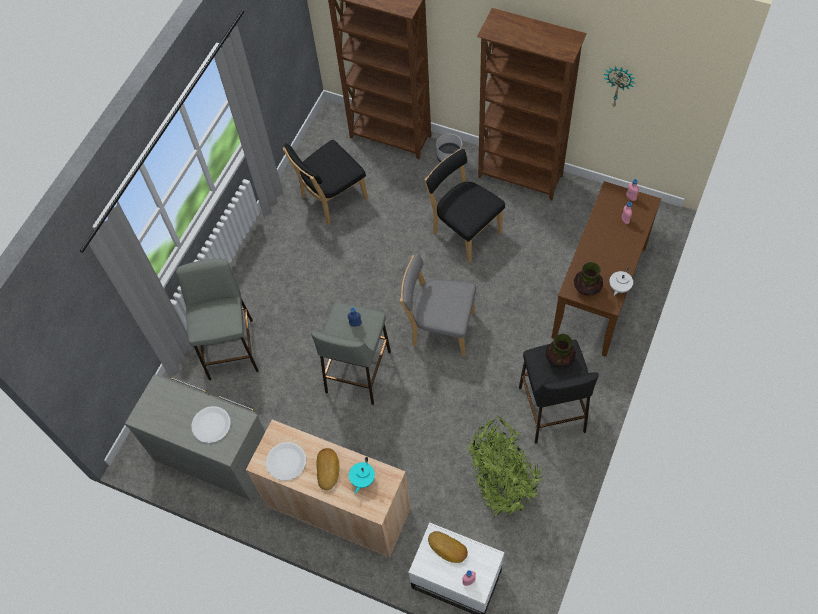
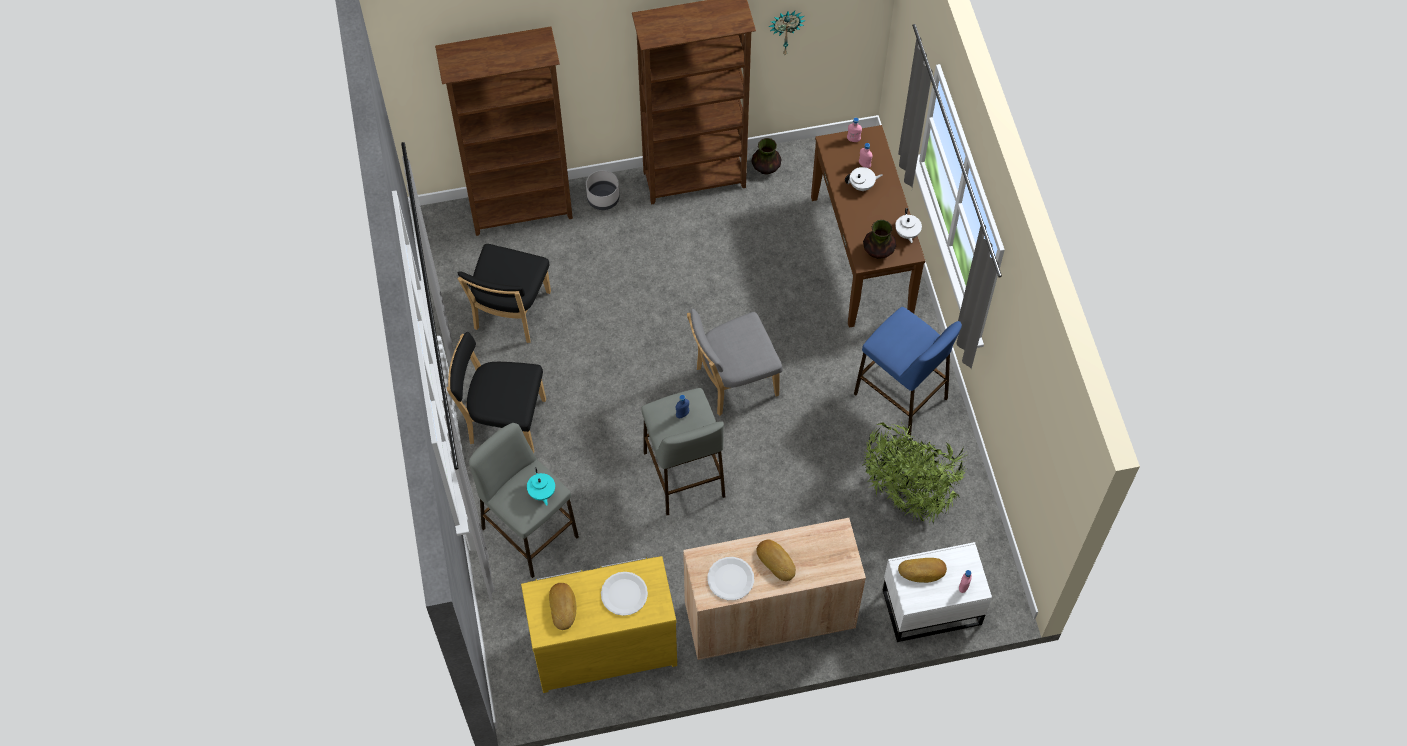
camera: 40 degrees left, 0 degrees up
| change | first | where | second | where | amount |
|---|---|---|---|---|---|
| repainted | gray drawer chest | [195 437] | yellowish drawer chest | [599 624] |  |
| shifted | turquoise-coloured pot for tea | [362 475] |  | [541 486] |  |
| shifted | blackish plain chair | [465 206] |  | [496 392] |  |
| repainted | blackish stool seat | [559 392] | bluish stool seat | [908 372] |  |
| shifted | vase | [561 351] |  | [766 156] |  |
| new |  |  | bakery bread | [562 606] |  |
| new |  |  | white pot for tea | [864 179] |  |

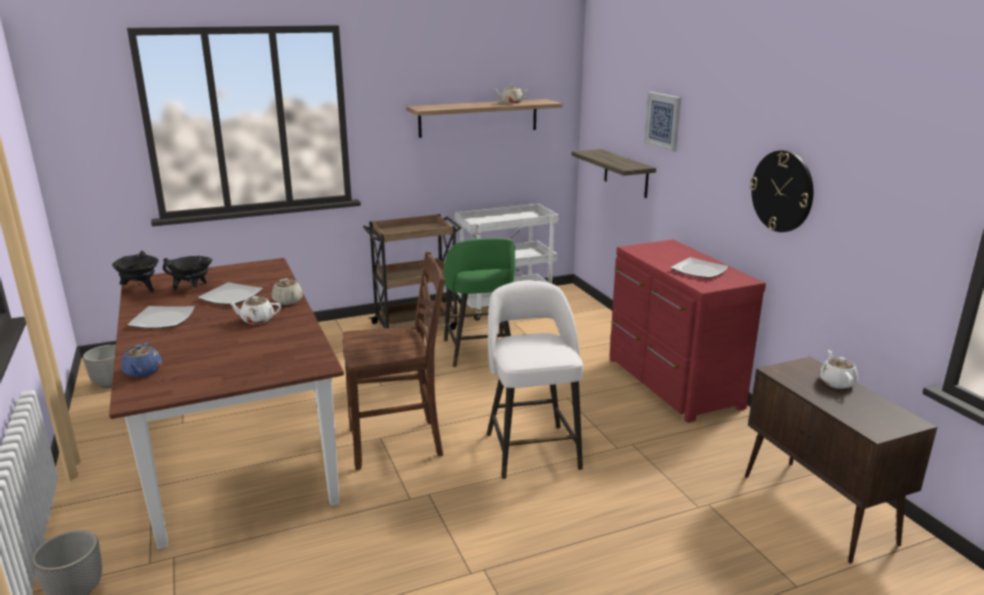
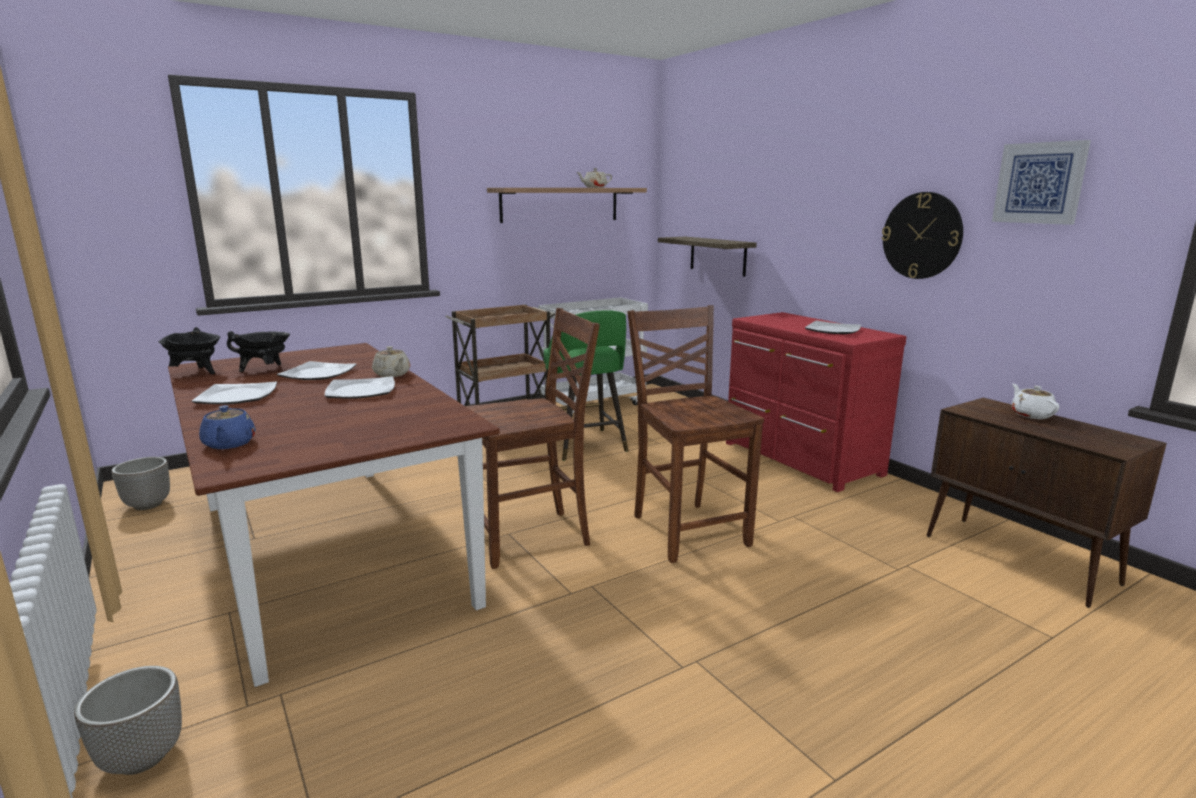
camera: 10 degrees left, 5 degrees down
| change | first | where | second | where | amount |
|---|---|---|---|---|---|
| swapped | white pot for tea | [254 310] | dinner plate | [360 387] |  |
| swapped | white stool seat | [535 379] | brownish plain chair | [695 434] |  |
| shifted | wall art | [662 122] |  | [1041 182] |  |

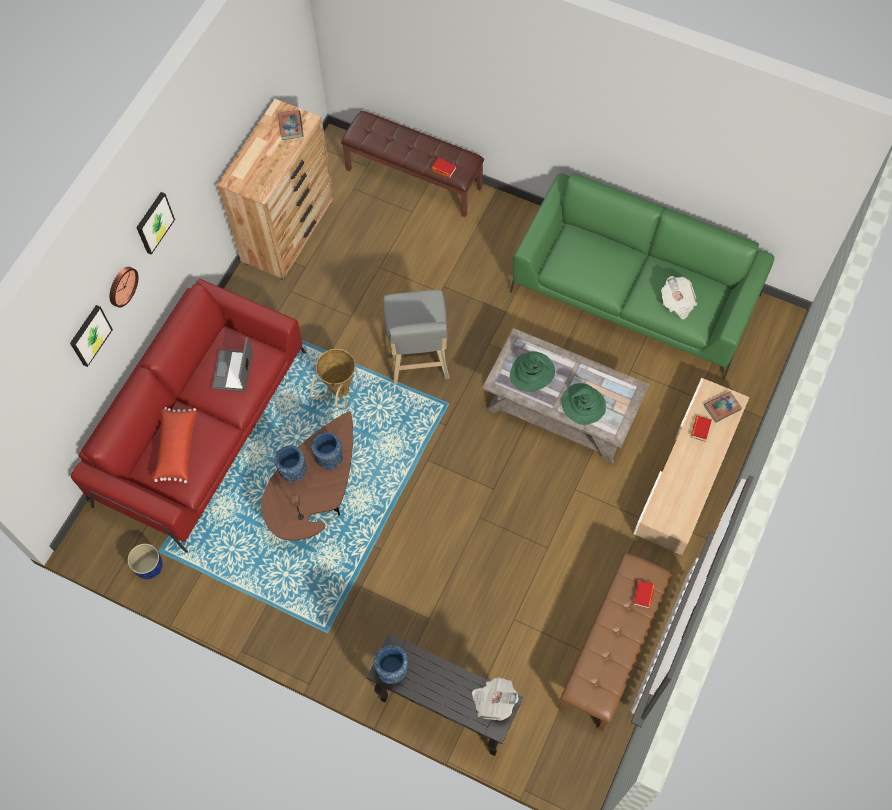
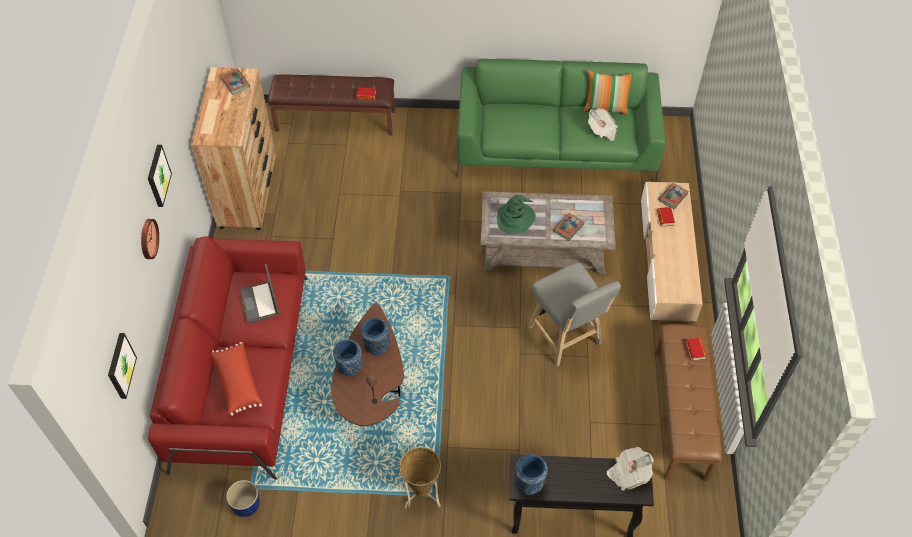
camera: 25 degrees left, 10 degrees down
| change | first | where | second | where | amount |
|---|---|---|---|---|---|
| shifted | wall art | [91 336] |  | [122 366] |  |
| shifted | household basket | [332 379] |  | [420 478] |  |
| shifted | gray stool seat | [416 337] |  | [574 314] |  |
| swapped | green wearable hat | [584 404] | volume | [569 227] |  |
| new |  |  | cushion | [609 93] |  |

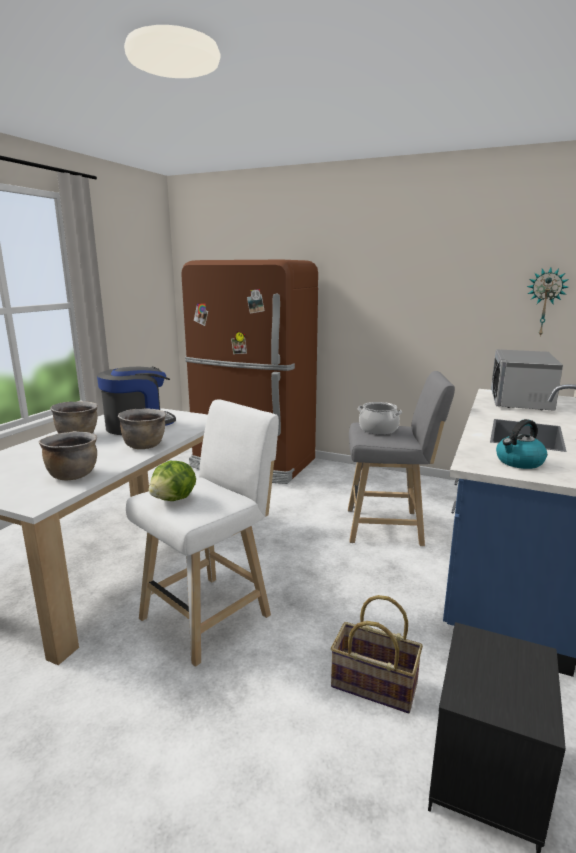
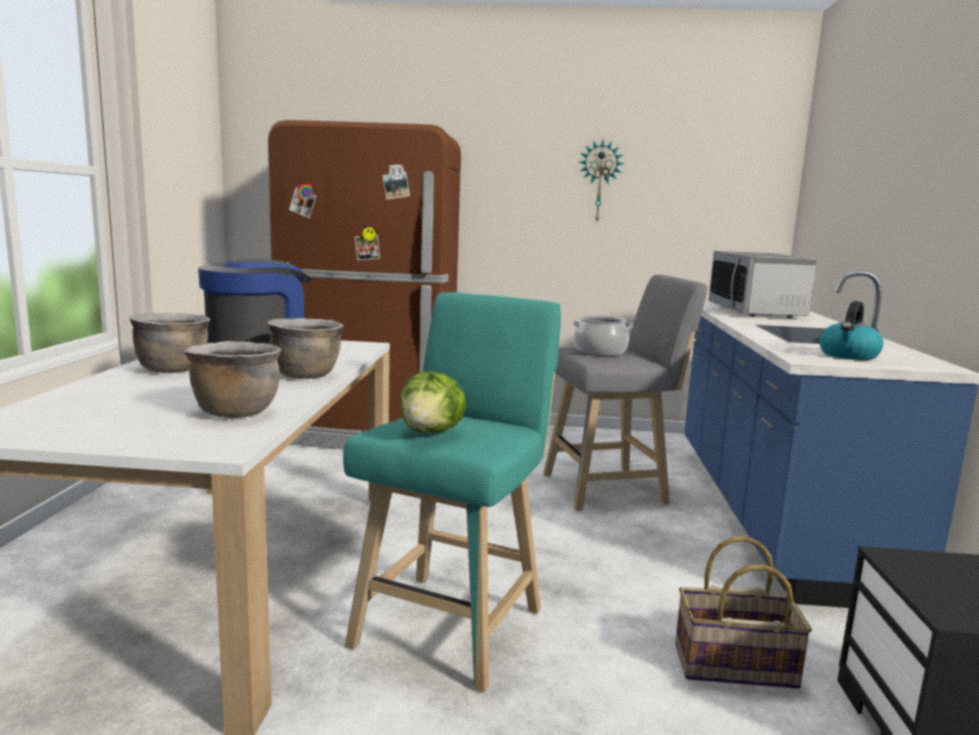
camera: 20 degrees left, 5 degrees down
| change | first | where | second | where | amount |
|---|---|---|---|---|---|
| repainted | white stool seat | [202 533] | turquoise-coloured stool seat | [452 492] |  |
| shifted | clock on the wall | [548 301] |  | [601 180] |  |

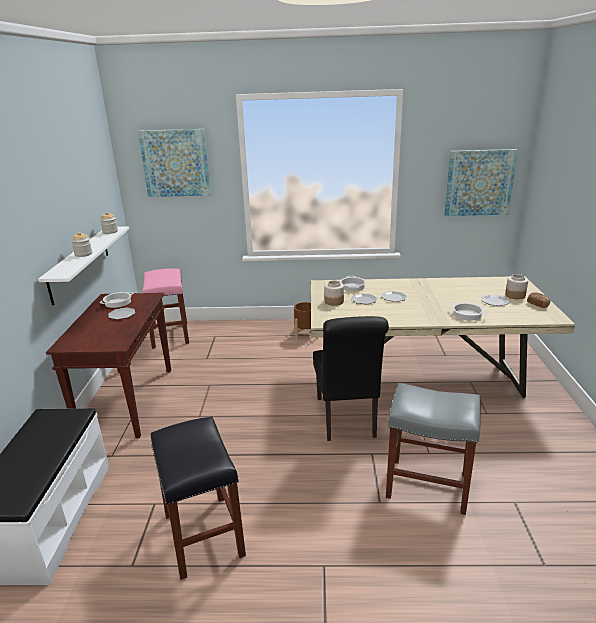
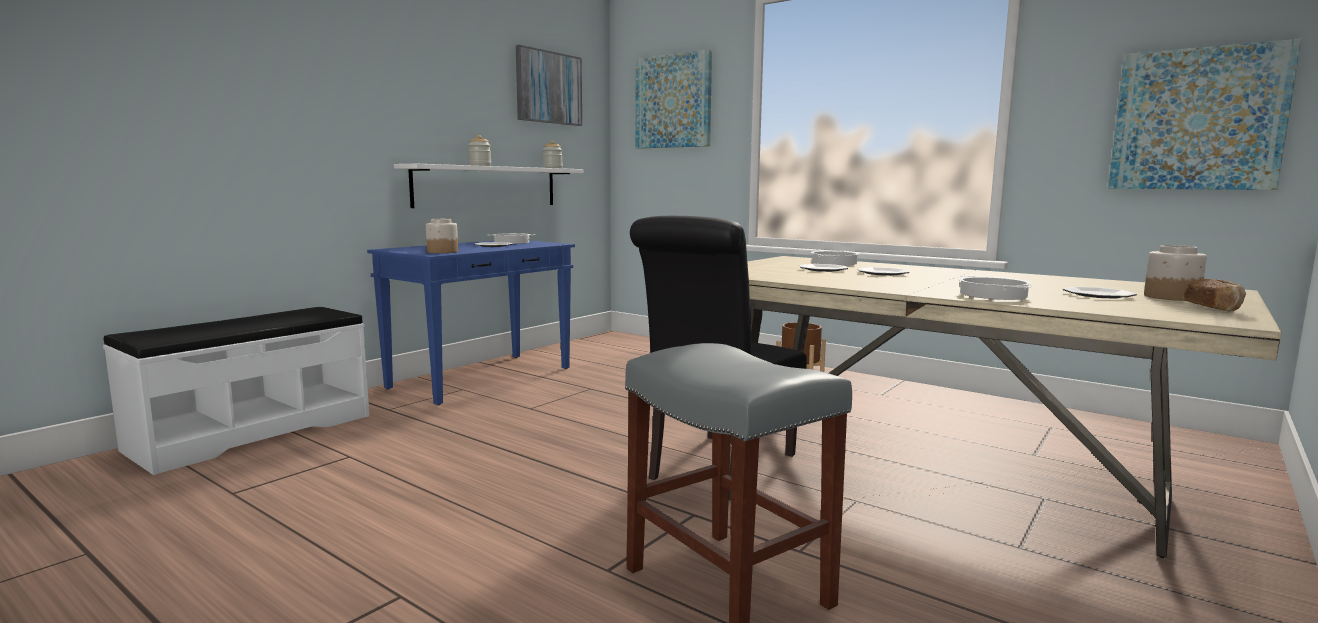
camera: 35 degrees right, 15 degrees down
| change | first | where | second | where | amount |
|---|---|---|---|---|---|
| repainted | brownish hall table | [108 365] | bluish hall table | [471 323] |  |
| gone | pinkish stool seat | [165 308] |  |  |  |
| gone | blackish stool seat | [198 498] |  |  |  |
| shifted | jar | [334 293] |  | [442 236] |  |
| new |  |  | wall art | [549 85] |  |

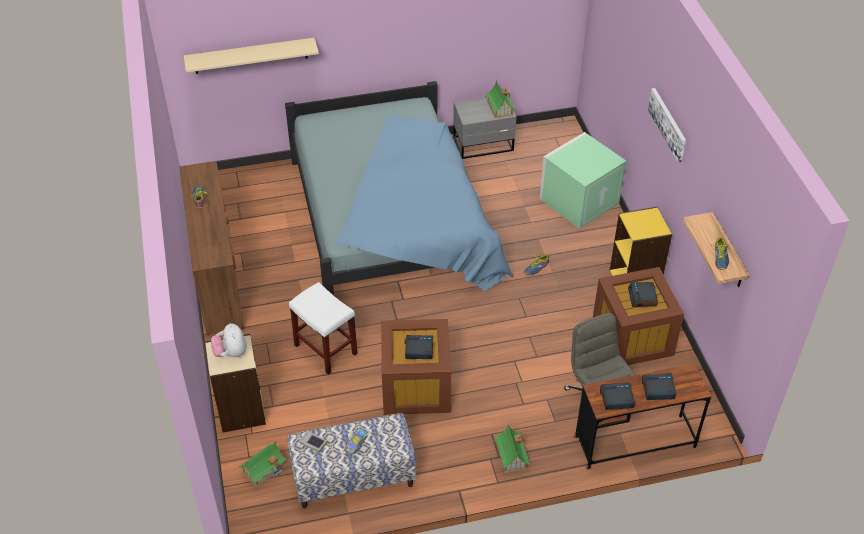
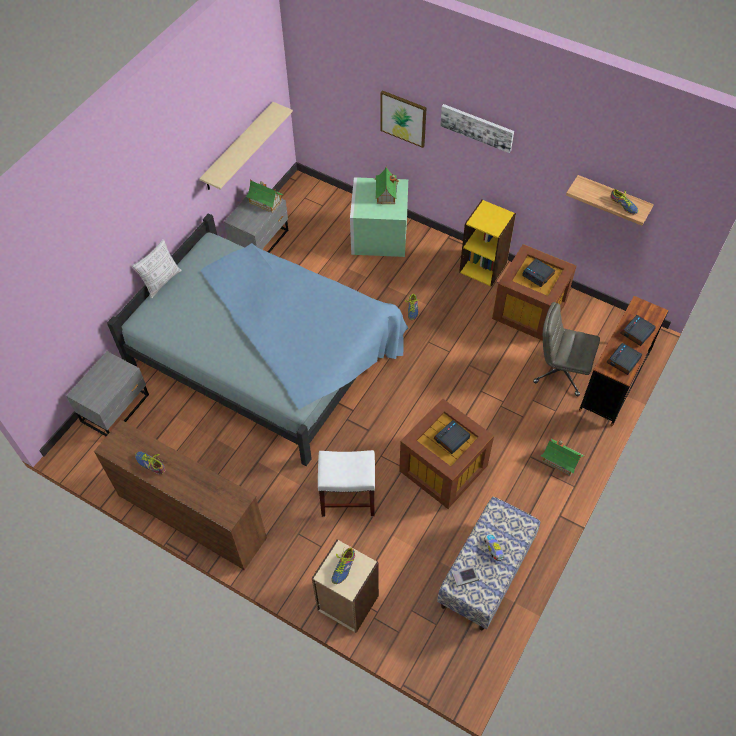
camera: 45 degrees left, 10 degrees up
| change | first | where | second | where | amount |
|---|---|---|---|---|---|
| shifted | beige shelf | [251 56] |  | [246 146] |  |
| swapped | cuddly toy | [229 340] | low shoe | [343 566] |  |
| shifted | model house | [263 464] |  | [386 185] |  |
| new |  |  | gray nightstand | [107 393] |  |
| new |  |  | cushion | [157 268] |  |
| new |  |  | wall art | [404 119] |  |

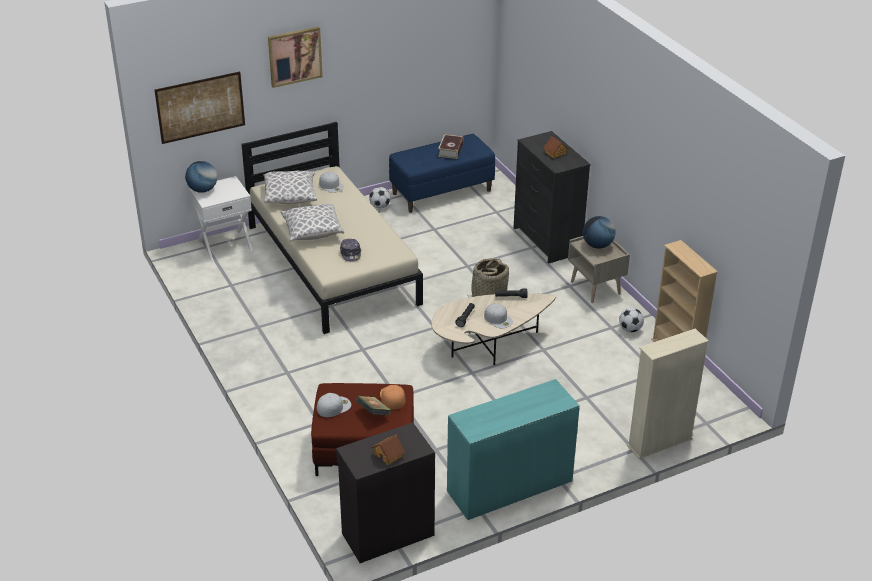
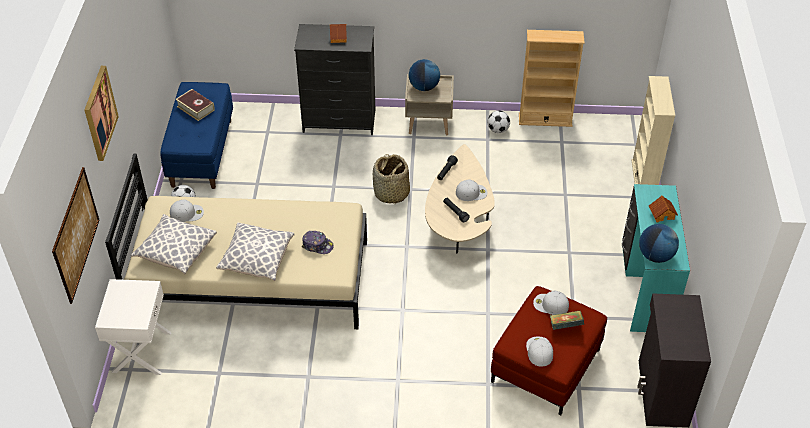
camera: 60 degrees left, 10 degrees up
| change | first | where | second | where | amount |
|---|---|---|---|---|---|
| shifted | globe | [201 177] |  | [659 243] |  |
| shifted | model house | [388 450] |  | [663 208] |  |
| repainted | orangey cap | [392 397] | white cap | [551 303] |  |

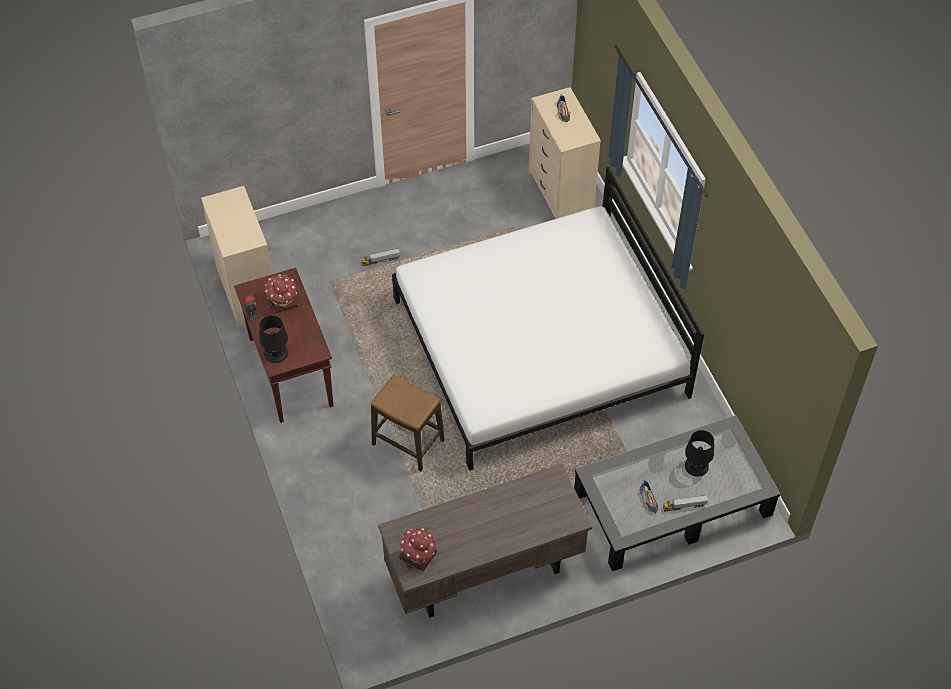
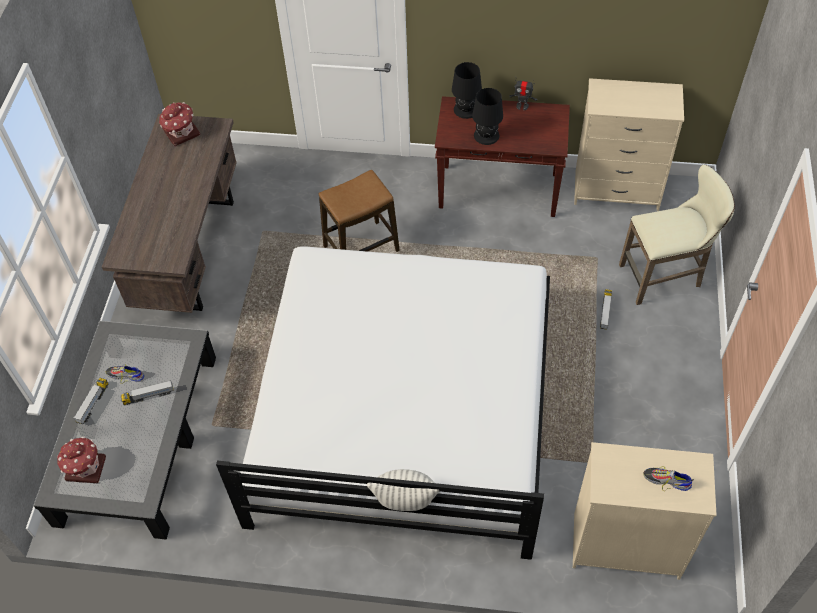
camera: 120 degrees right, 0 degrees up
| change | first | where | second | where | amount |
|---|---|---|---|---|---|
| shifted | model house | [282 294] |  | [81 459] |  |
| shifted | blackish table lamp | [699 453] |  | [487 116] |  |
| new |  |  | model truck | [147 392] |  |
| new |  |  | cushion | [404 490] |  |
| new |  |  | beige stool seat | [677 234] |  |

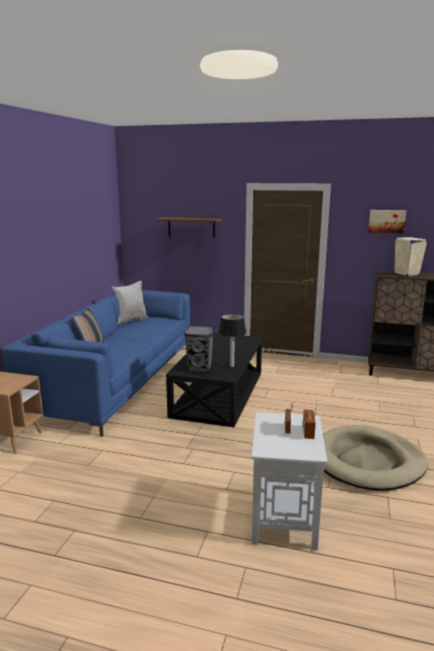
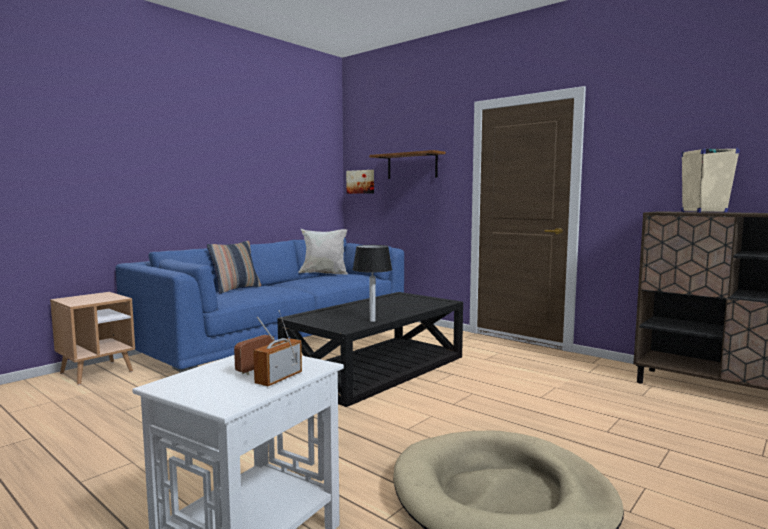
camera: 25 degrees right, 10 degrees down
| change | first | where | second | where | amount |
|---|---|---|---|---|---|
| gone | gray loudspeaker | [199 349] |  |  |  |
| shifted | wall art | [387 222] |  | [360 182] |  |

